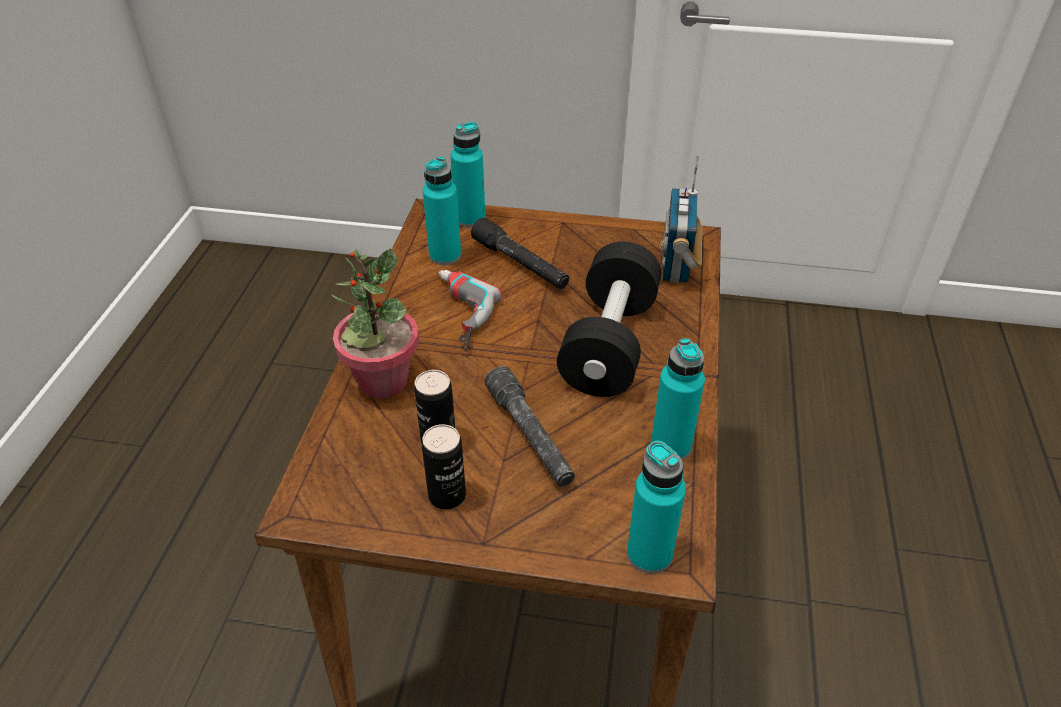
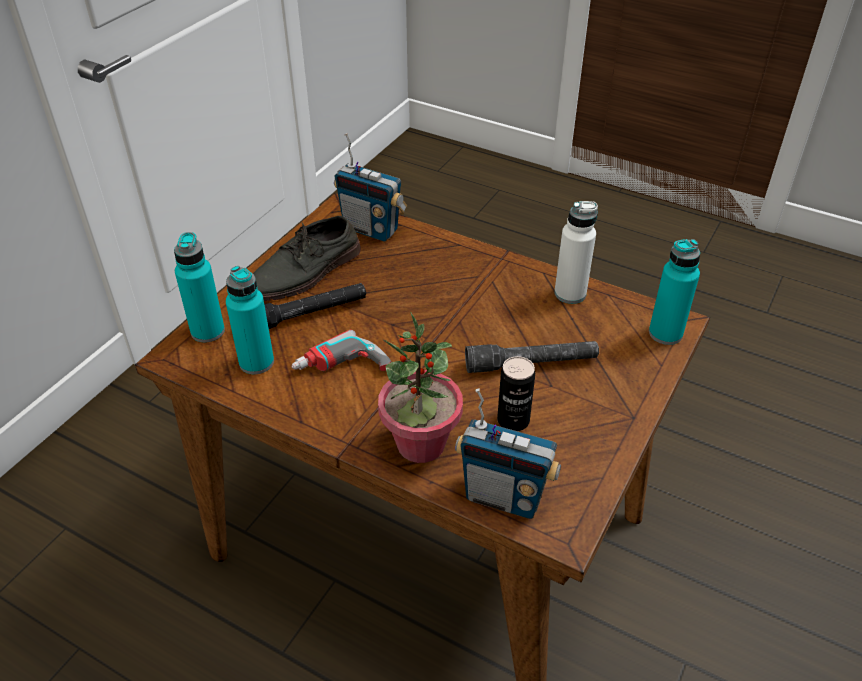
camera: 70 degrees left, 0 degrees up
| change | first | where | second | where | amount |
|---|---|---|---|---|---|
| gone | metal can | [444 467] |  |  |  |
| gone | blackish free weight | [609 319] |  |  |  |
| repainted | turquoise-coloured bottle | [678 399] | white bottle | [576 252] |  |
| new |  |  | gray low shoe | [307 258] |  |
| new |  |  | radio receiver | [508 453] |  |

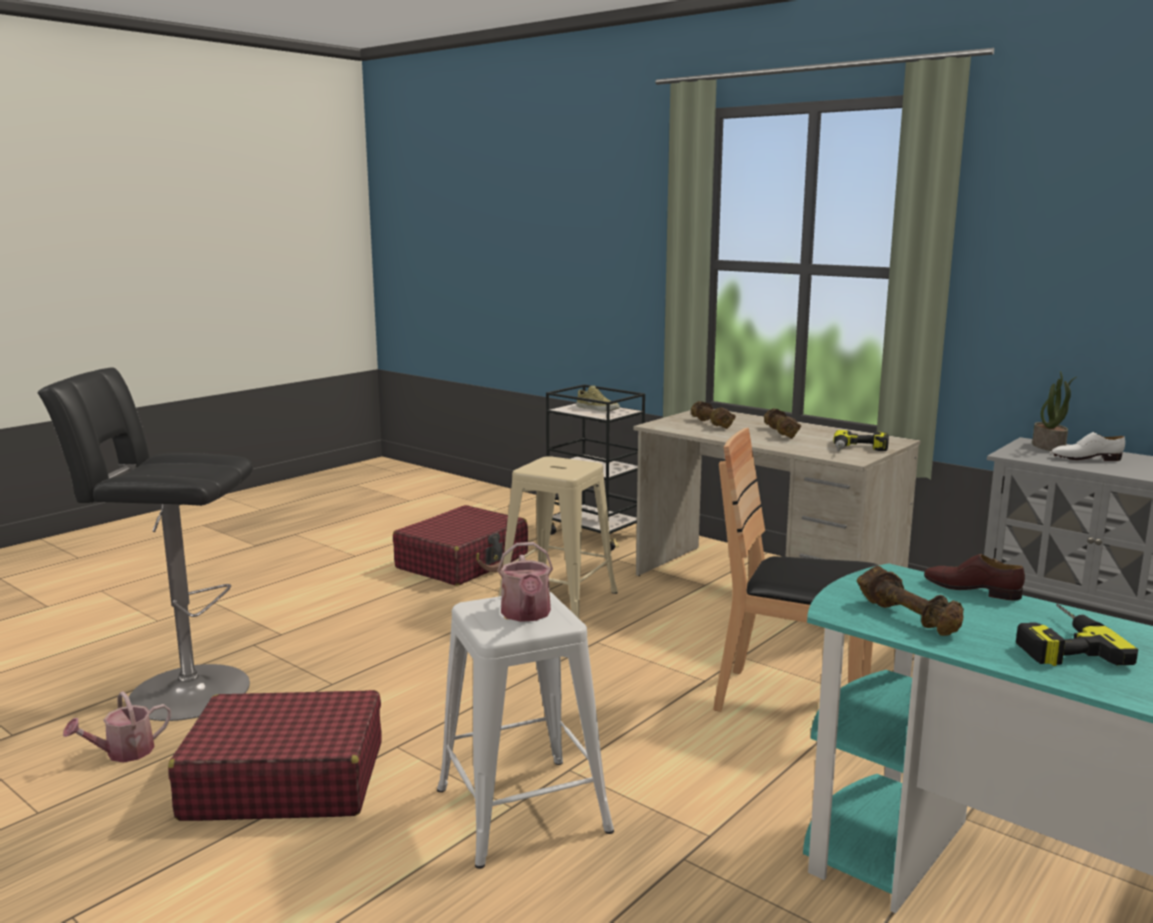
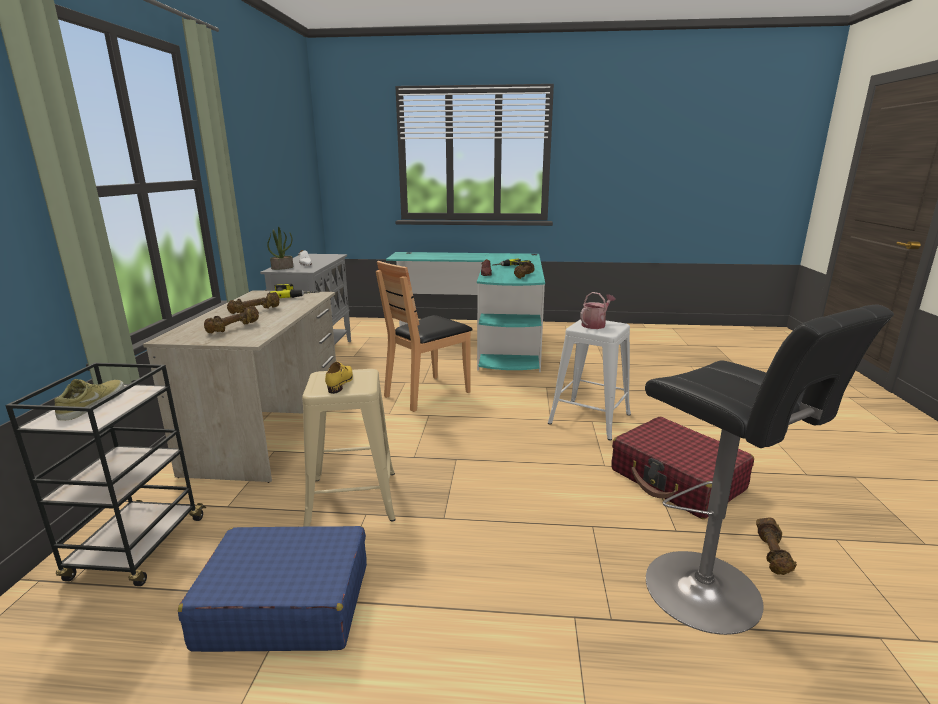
camera: 125 degrees left, 5 degrees up
| change | first | where | second | where | amount |
|---|---|---|---|---|---|
| swapped | sprinkling can | [117 726] | brownish free weight | [776 546] |  |
| repainted | red suitcase | [460 545] | bluish suitcase | [272 589] |  |
| rotated | brownish plain chair | [795 570] |  | [424 336] | 60 degrees clockwise |
| new |  |  | yellowish low shoe | [339 378] |  |

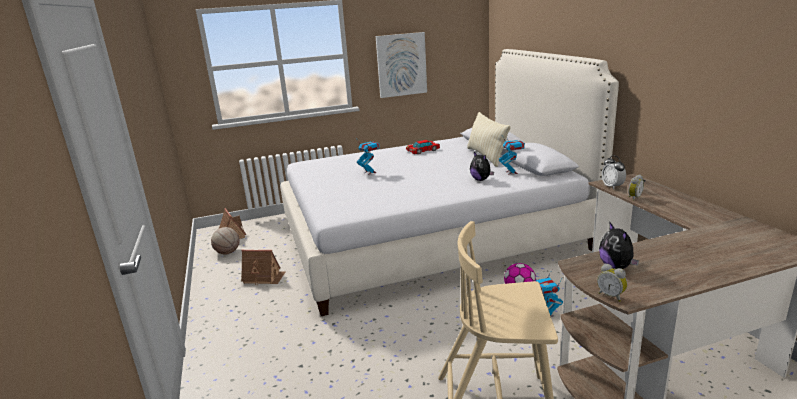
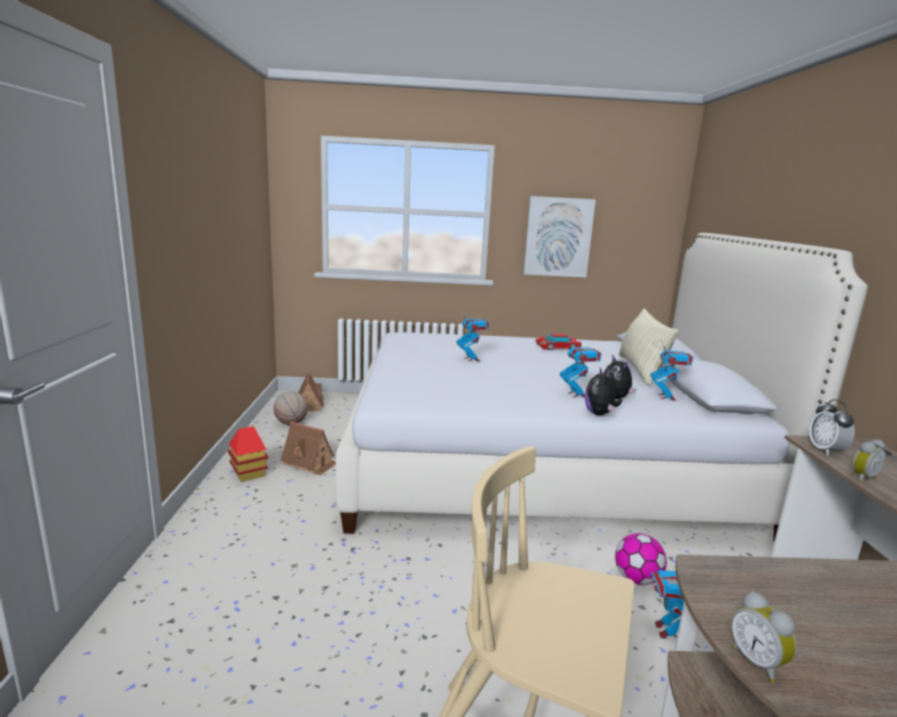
camera: 15 degrees right, 5 degrees down
| change | first | where | second | where | amount |
|---|---|---|---|---|---|
| shifted | cuddly toy | [619 245] |  | [603 391] |  |
| new |  |  | model house | [248 454] |  |
| new |  |  | robot figure | [581 367] |  |

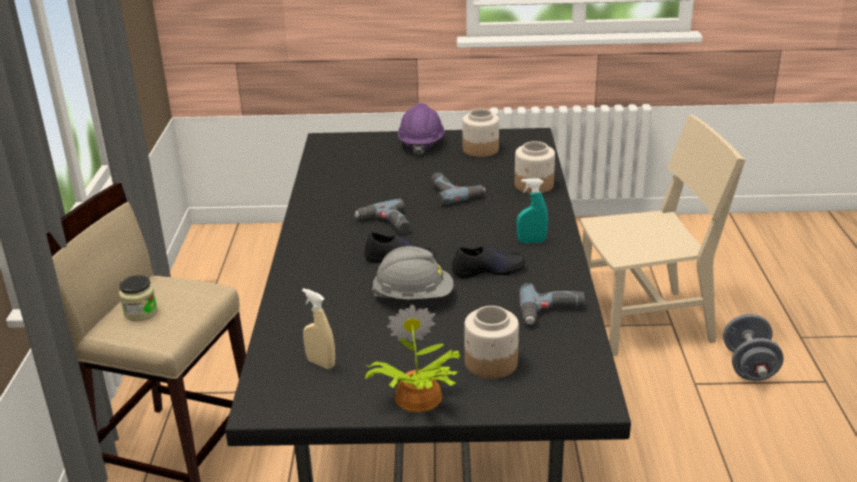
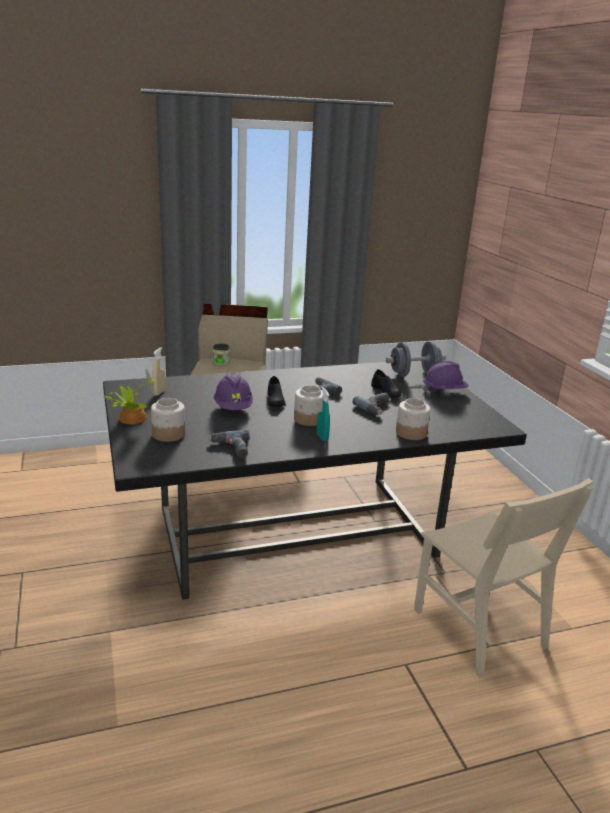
camera: 70 degrees right, 5 degrees down
| change | first | where | second | where | amount |
|---|---|---|---|---|---|
| repainted | gray work helmet | [412 272] | purplish work helmet | [233 392] |  |
| shifted | blackish low shoe | [489 262] |  | [386 383] |  |
| shifted | jar | [480 133] |  | [309 405] |  |
| shifted | gray free weight | [753 347] |  | [416 359] |  |

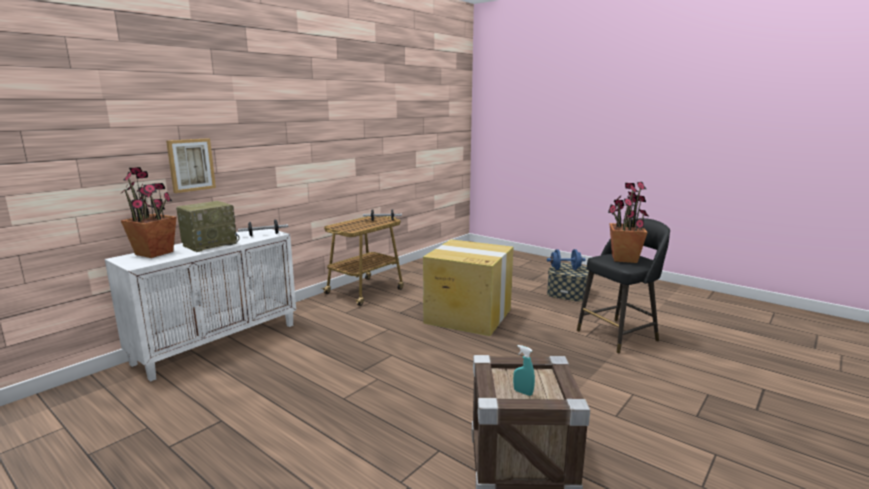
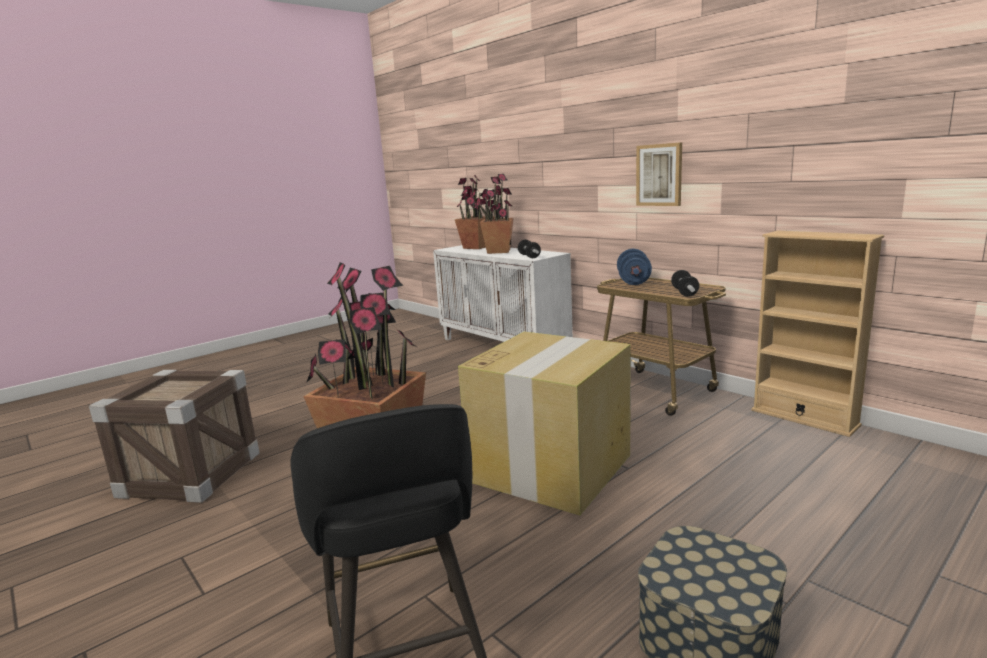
camera: 100 degrees right, 0 degrees up
| change | first | where | second | where | amount |
|---|---|---|---|---|---|
| shifted | wall art | [191 165] |  | [659 174] |  |
| swapped | radio receiver | [208 226] | houseplant | [494 214] |  |
| gone | turquoise-coloured hand sprayer | [524 370] |  |  |  |
| shifted | bluish free weight | [566 259] |  | [634 267] |  |
| new |  |  | beige bookcase | [817 334] |  |

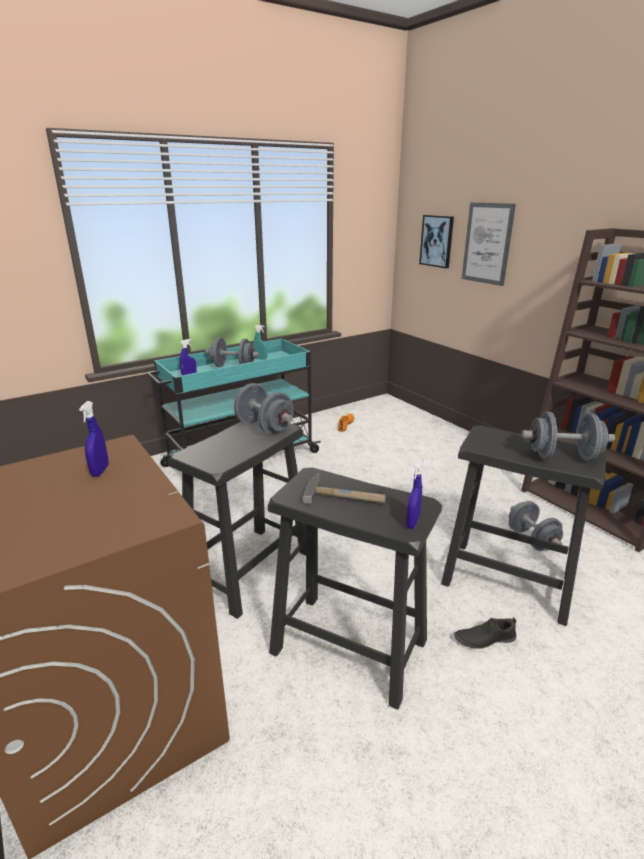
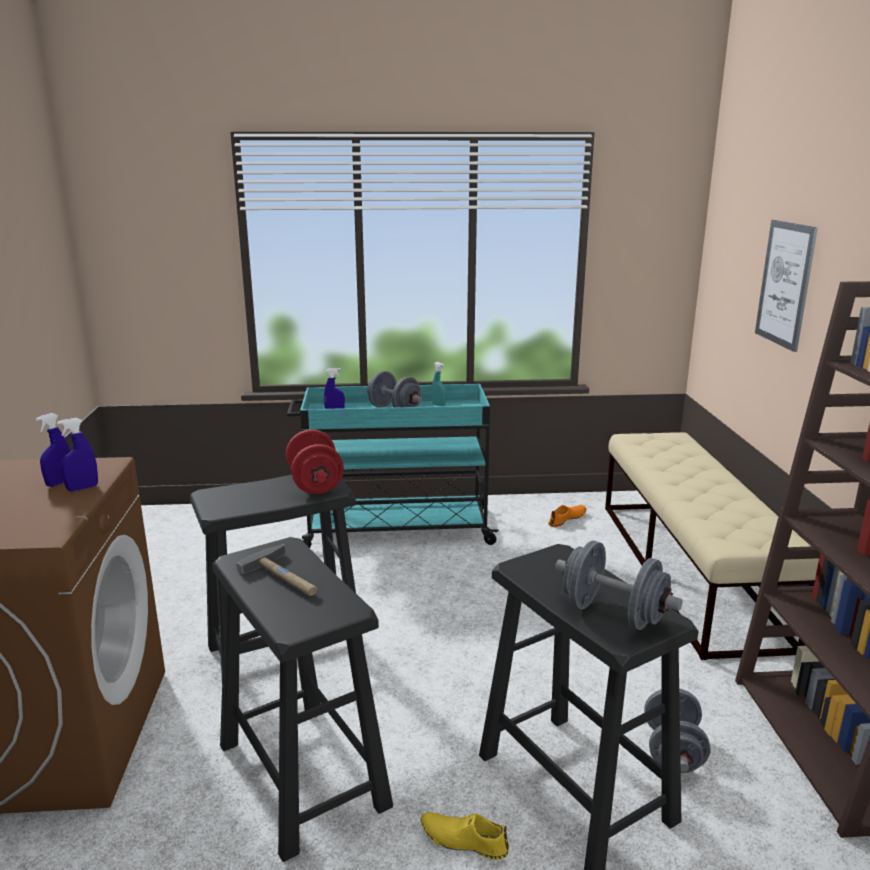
camera: 30 degrees right, 5 degrees down
| change | first | where | second | where | amount |
|---|---|---|---|---|---|
| repainted | gray free weight | [264 408] | red free weight | [315 461] |  |
| shifted | bluish hand sprayer | [414 494] |  | [77 455] |  |
| gone | wall art | [436 241] |  |  |  |
| repainted | blackish low shoe | [485 632] | yellowish low shoe | [464 836] |  |
| new |  |  | beige bench | [712 546] |  |

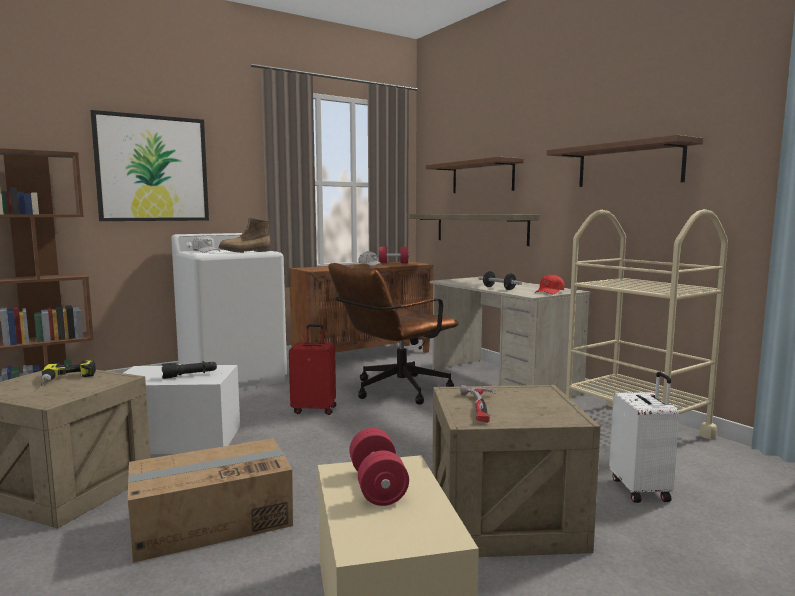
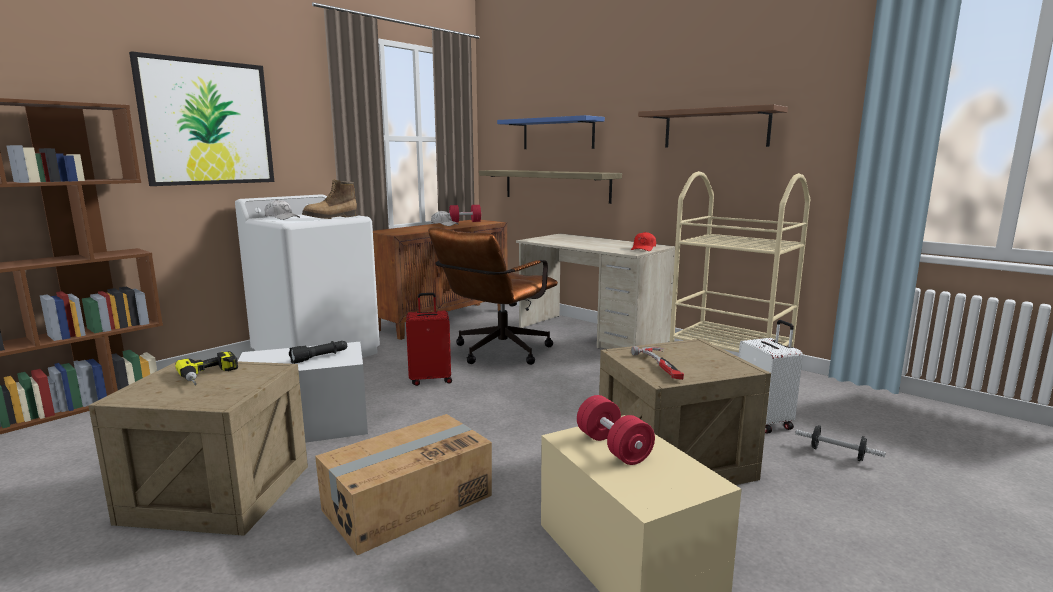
camera: 15 degrees left, 5 degrees up
| change | first | where | second | where | amount |
|---|---|---|---|---|---|
| repainted | brownish shelf | [475 175] | bluish shelf | [551 132] |  |
| shifted | free weight | [500 280] |  | [840 443] |  |

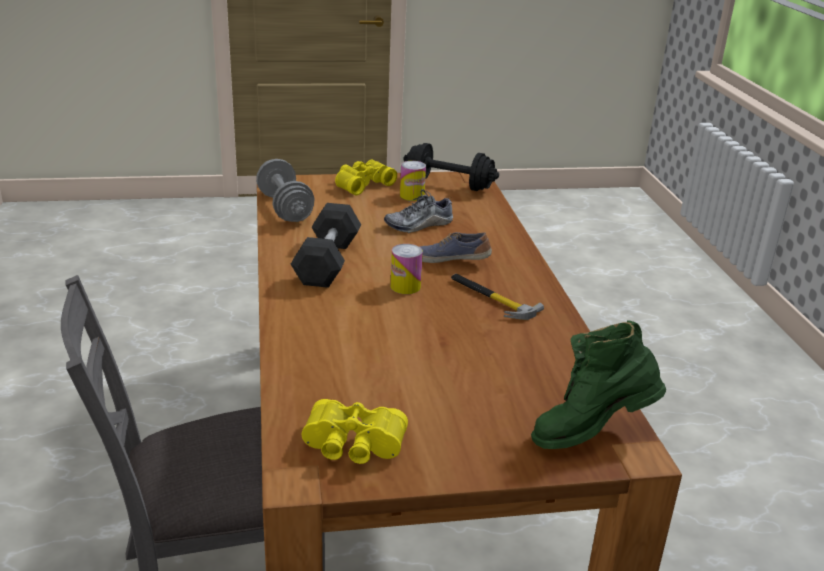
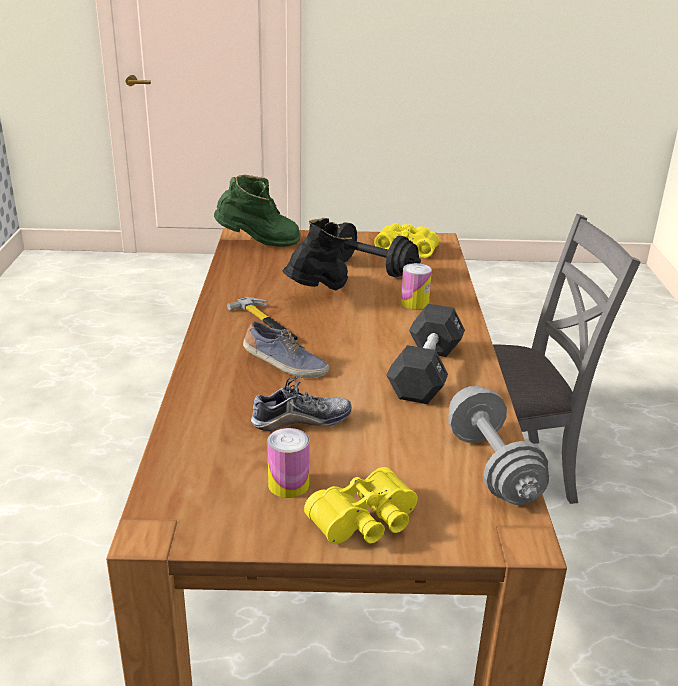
camera: 170 degrees left, 0 degrees up
| change | first | where | second | where | amount |
|---|---|---|---|---|---|
| shifted | metal can | [407 269] |  | [416 286] |  |
| shifted | blackish free weight | [451 167] |  | [379 250] |  |
| new |  |  | blackish boot | [317 254] |  |

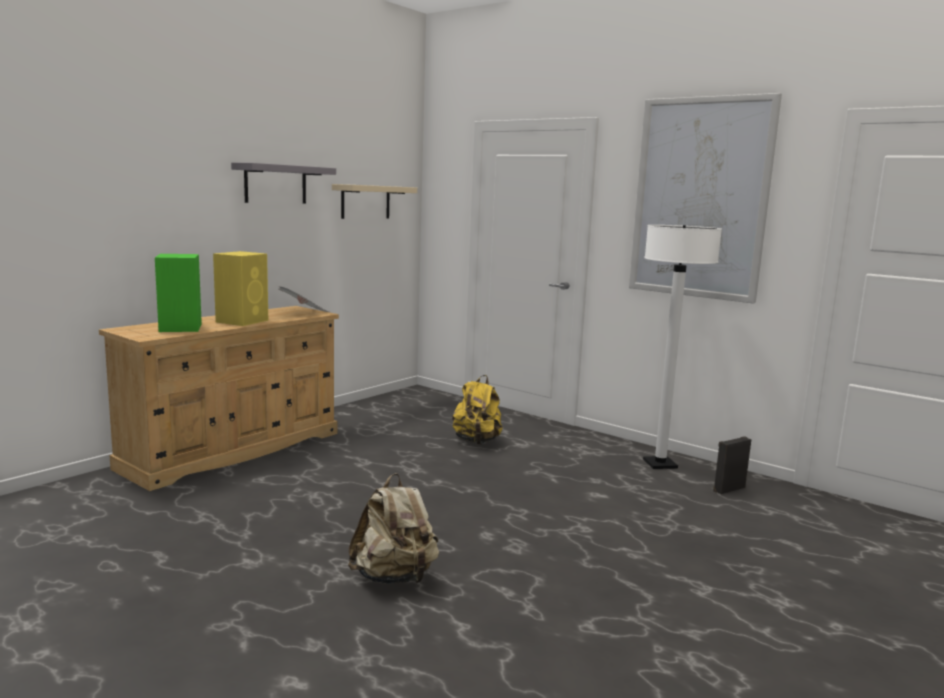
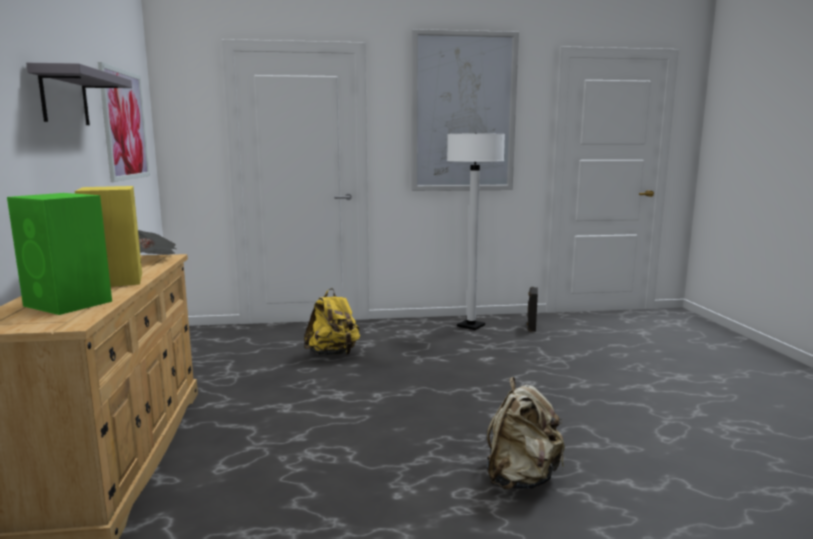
camera: 45 degrees left, 0 degrees up
| change | first | where | second | where | amount |
|---|---|---|---|---|---|
| swapped | beige shelf | [374 201] | wall art | [124 122] |  |

